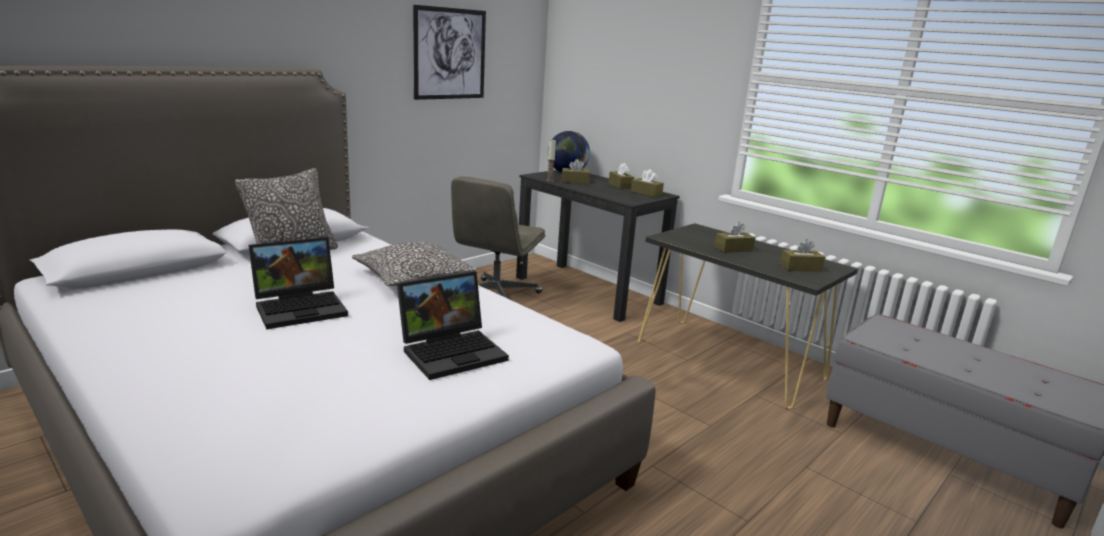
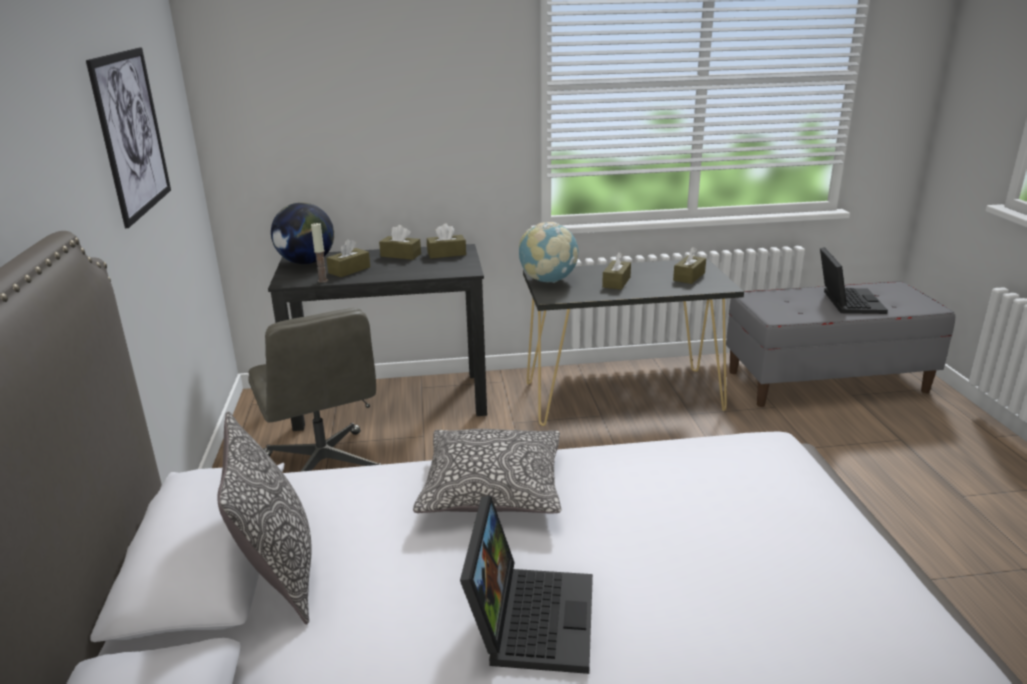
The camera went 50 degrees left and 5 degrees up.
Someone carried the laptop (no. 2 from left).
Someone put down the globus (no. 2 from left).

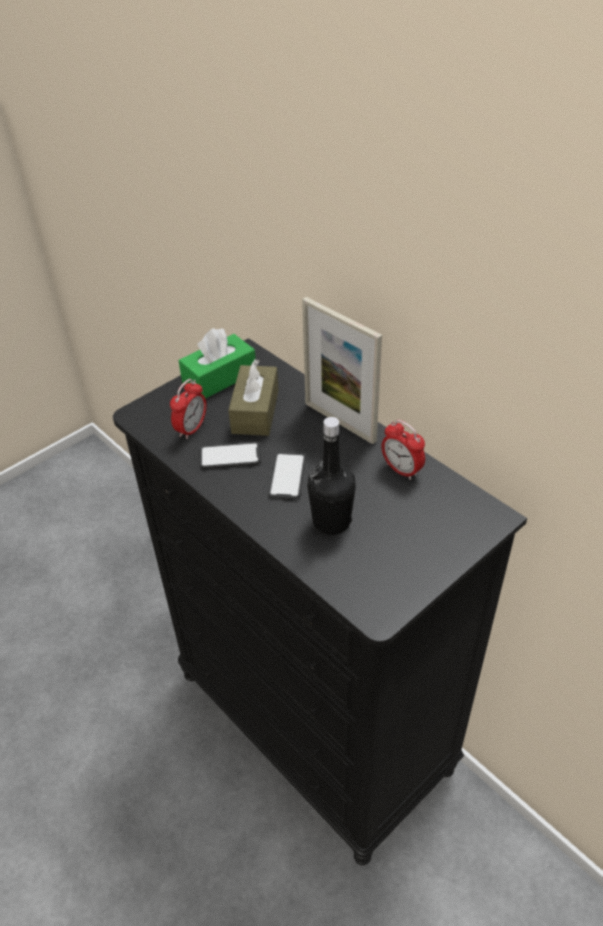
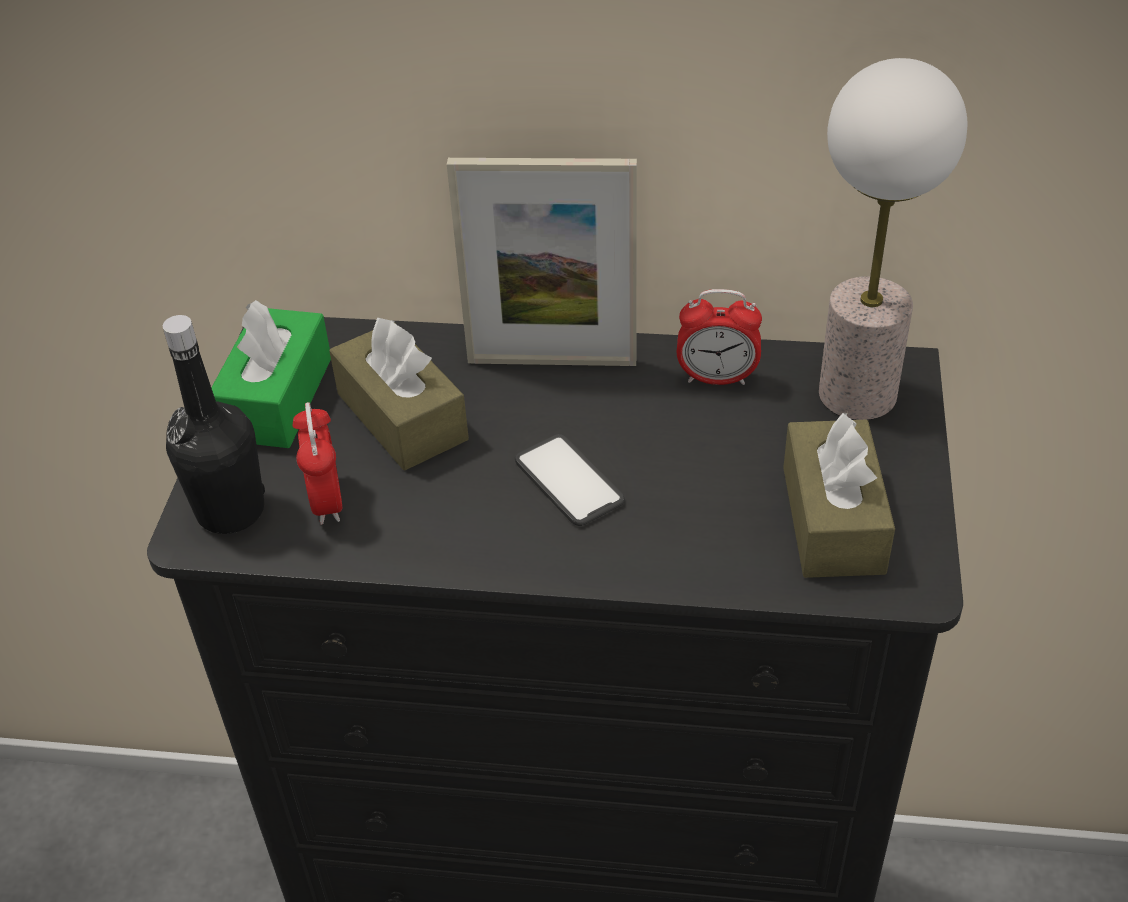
The camera went 40 degrees left and 0 degrees up.
Someone carried the butelka/czarny.
Someone took away the telefon (no. 1 from left).
Someone put down the lampa stołowa.
Someone put down the pudełko chusteczek/brązowy (no. 2 from left).

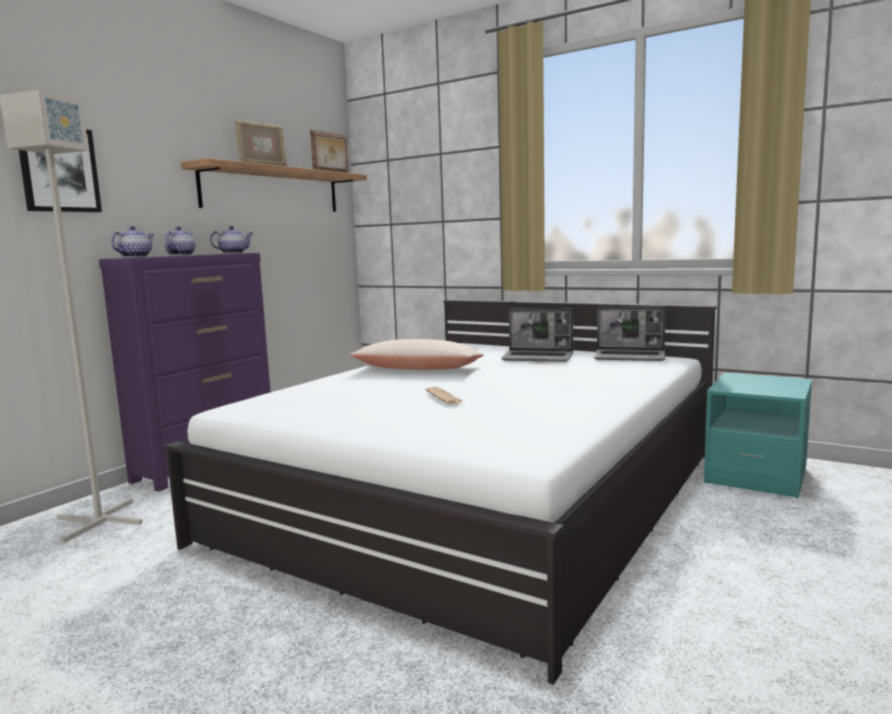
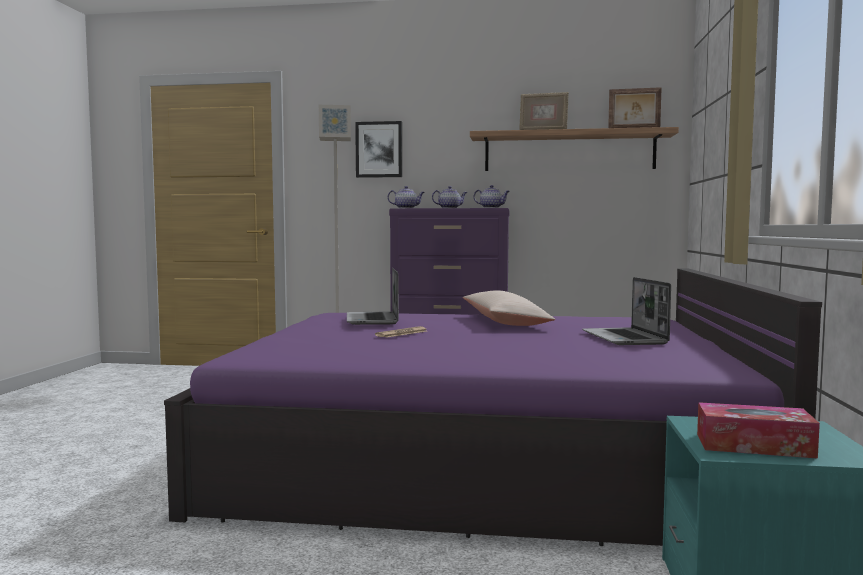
The camera went 65 degrees right and 5 degrees down.
Someone repainted the łóżko/biały, which became the łóżko/fioletowy.
Someone carried the laptop (no. 2 from left in the first image).
Someone put down the pudełko chusteczek.

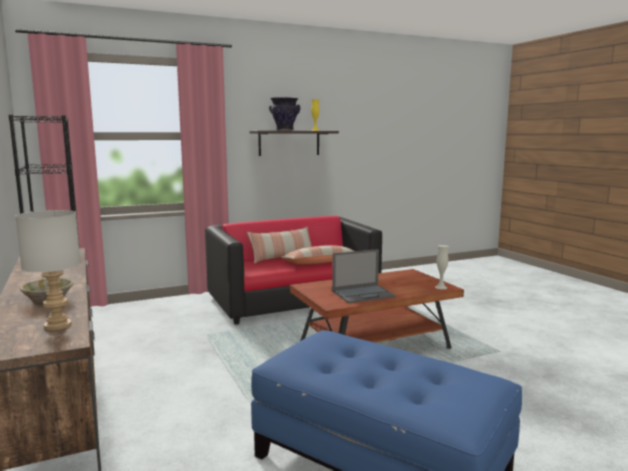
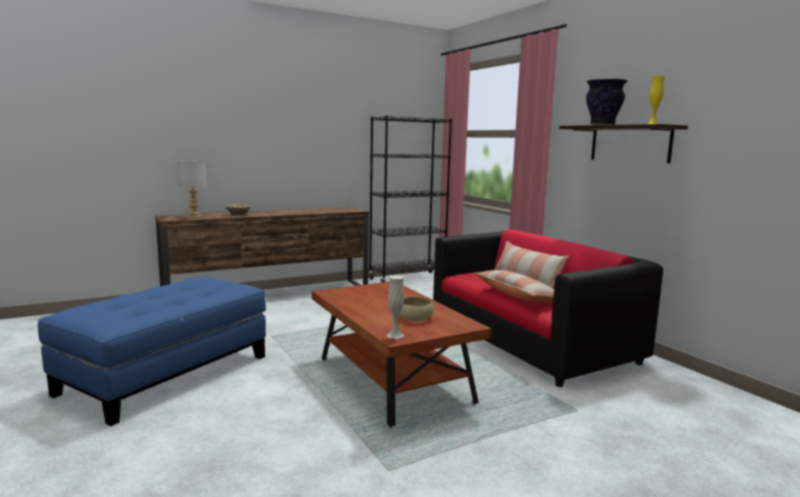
The camera went 85 degrees right and 0 degrees up.
Someone took away the laptop.
Someone put down the miska/beżowy (no. 2 from left).

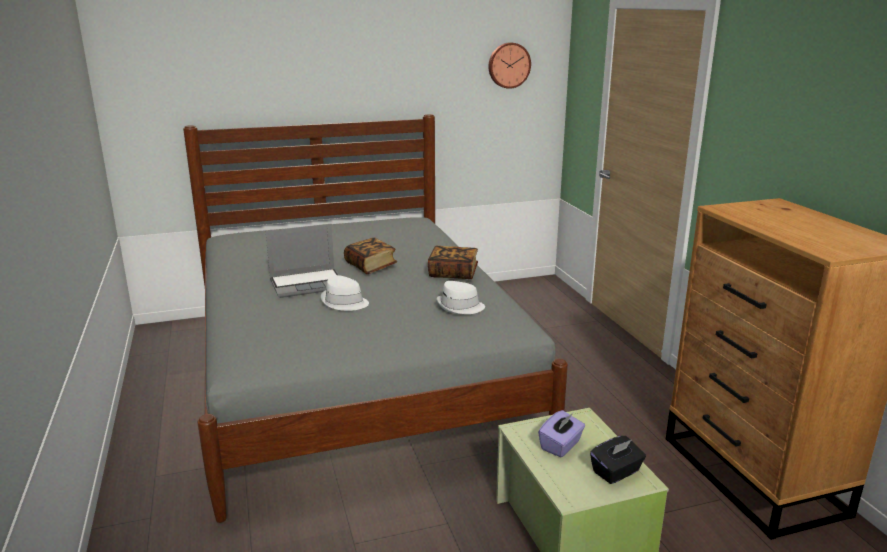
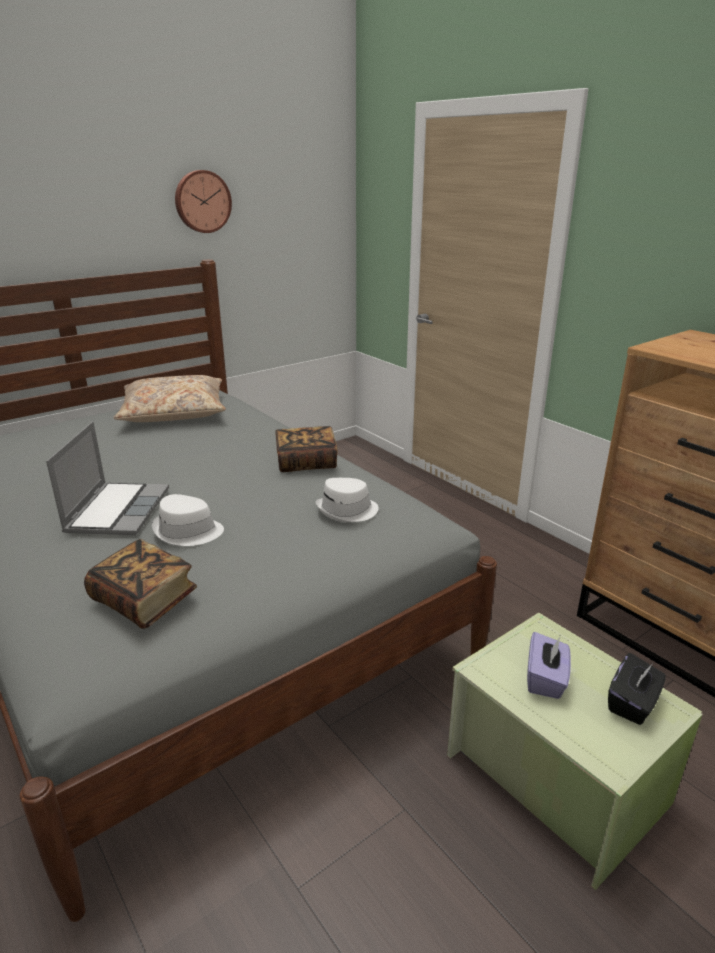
The camera went 20 degrees left and 5 degrees up.
Someone carried the zegar ścienny.
Someone rotated the laptop by 45 degrees counterclockwise.
Someone carried the książka (no. 1 from left).
Someone put down the poduszka/beżowy.

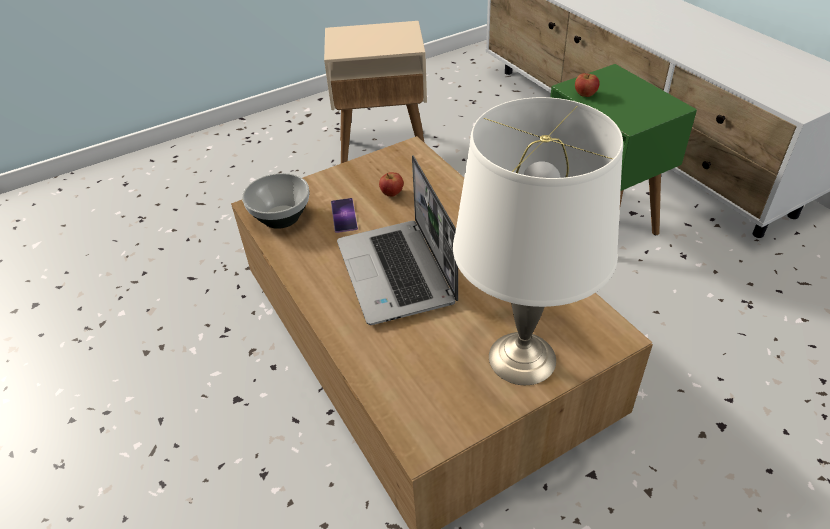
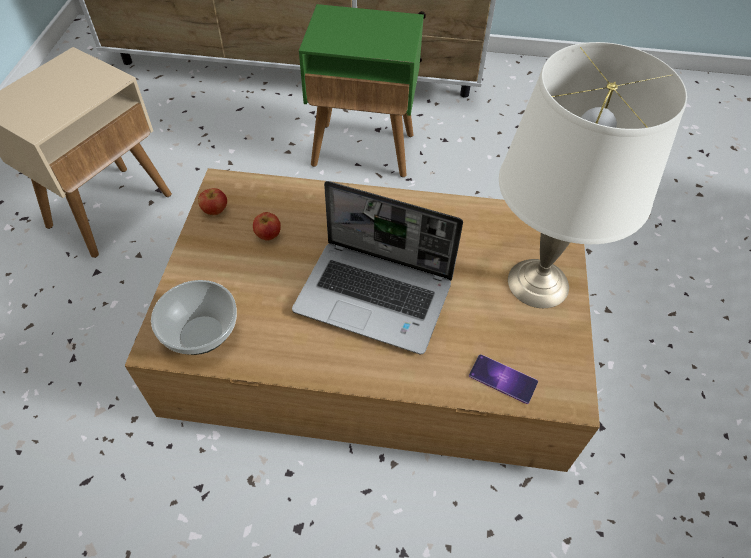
The camera went 55 degrees left and 10 degrees up.
Someone carried the jabłko (no. 2 from left in the first image).
Someone carried the telefon.

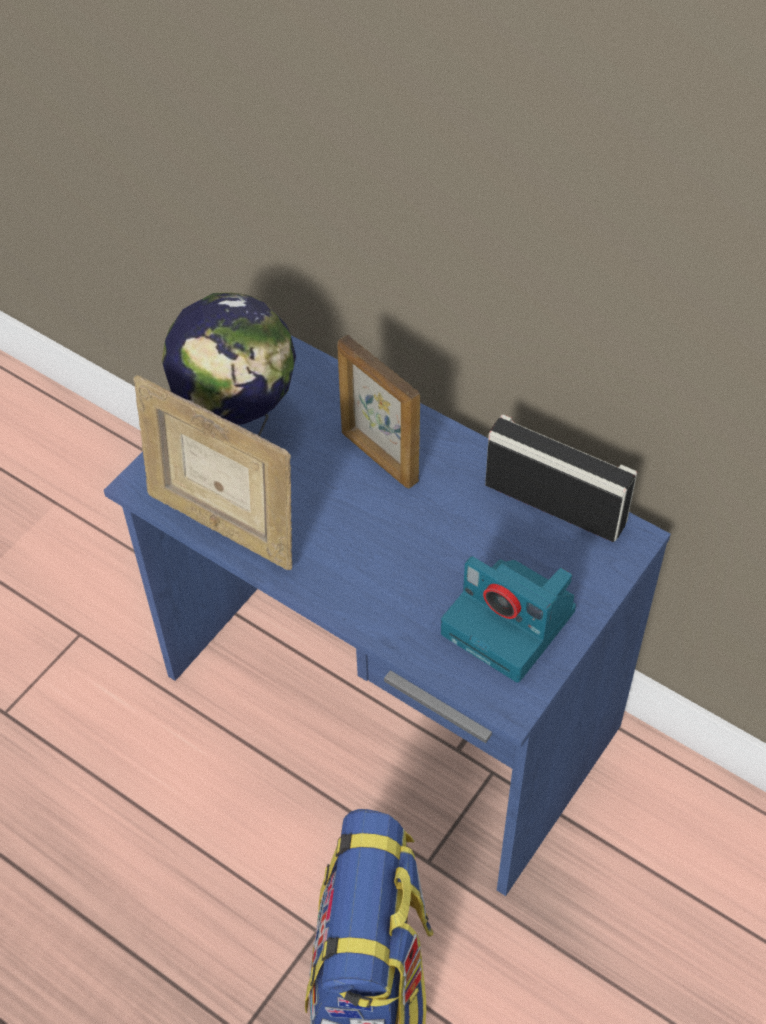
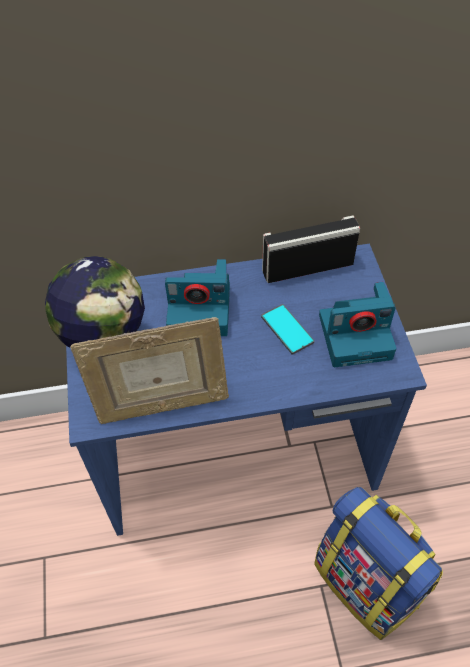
The camera went 45 degrees left and 0 degrees up.
Someone swapped the ramka na zdjęcie (no. 2 from left) for the aparat fotograficzny (no. 1 from left).
Someone put down the telefon.

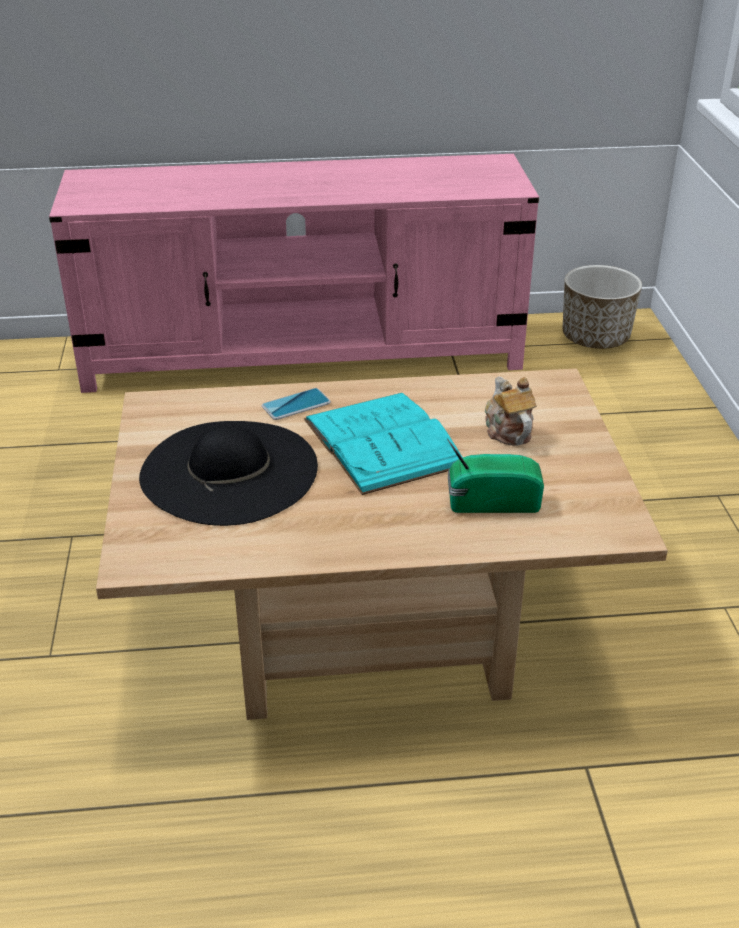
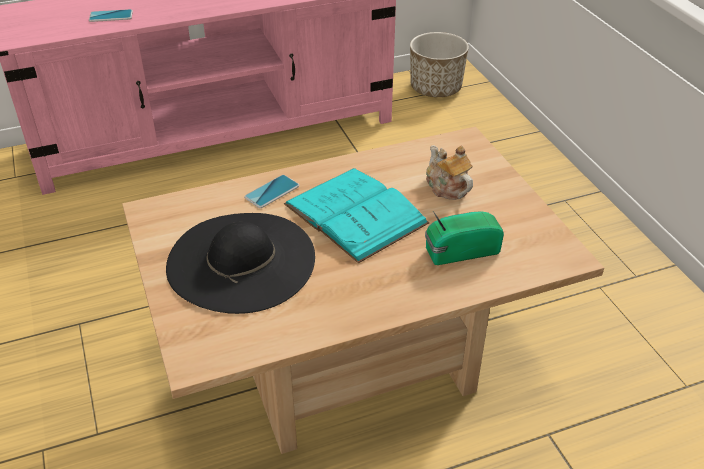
The camera went 15 degrees left and 5 degrees up.
Someone put down the telefon (no. 1 from left).

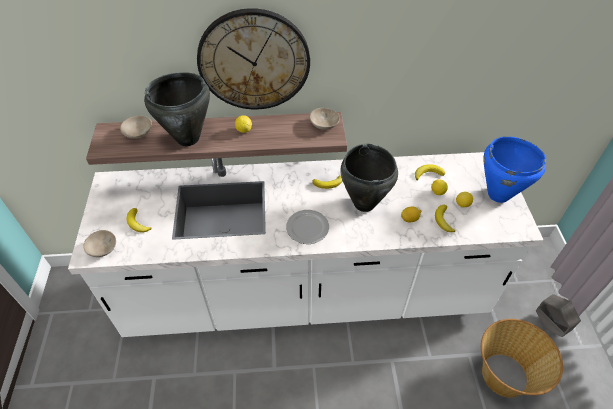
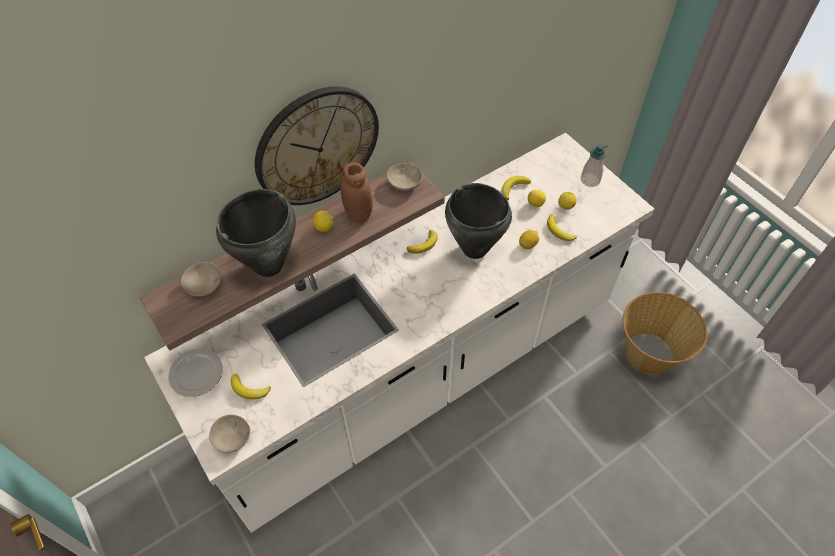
The camera went 30 degrees left and 5 degrees up.
Someone swapped the garnek/niebieski for the dozownik mydła.
Someone carried the talerz.
Someone took away the donica/szary.
Someone put down the słoik/brązowy.

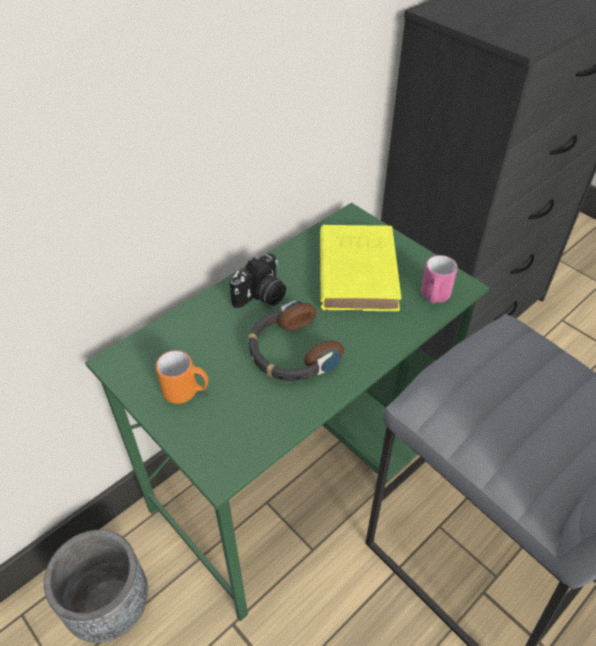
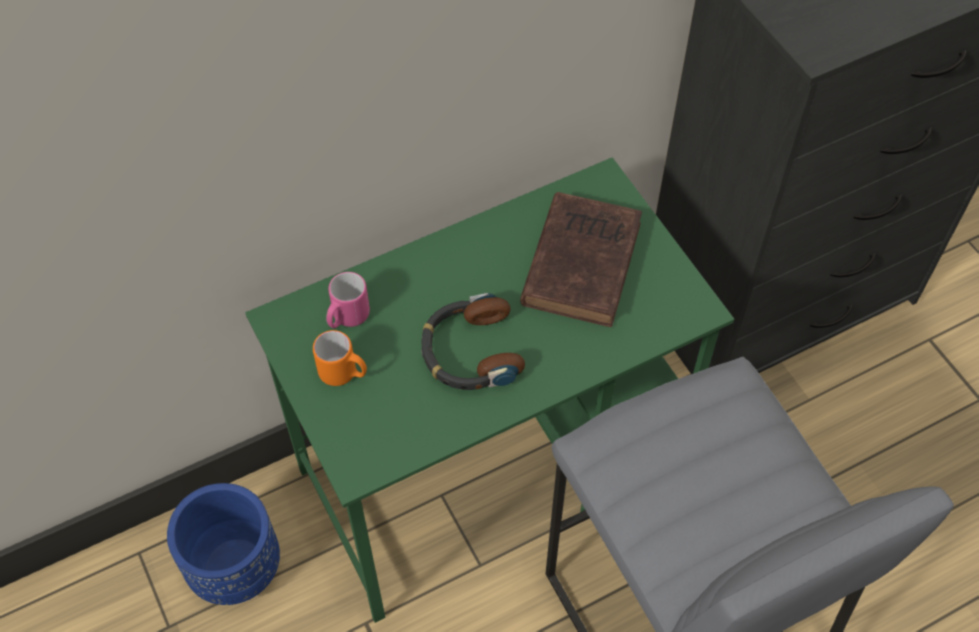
The camera went 15 degrees right and 10 degrees up.
Someone repainted the książka/żółty, which became the książka/brązowy.
Someone took away the aparat fotograficzny.
Someone carried the kubek/różowy.
Someone repainted the donica/szary, which became the donica/niebieski.

